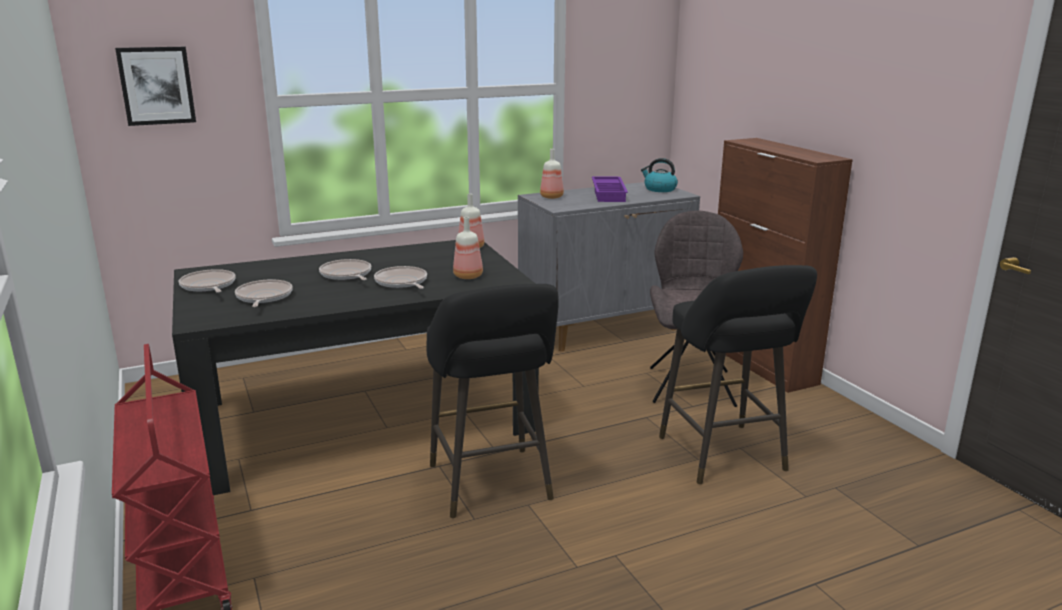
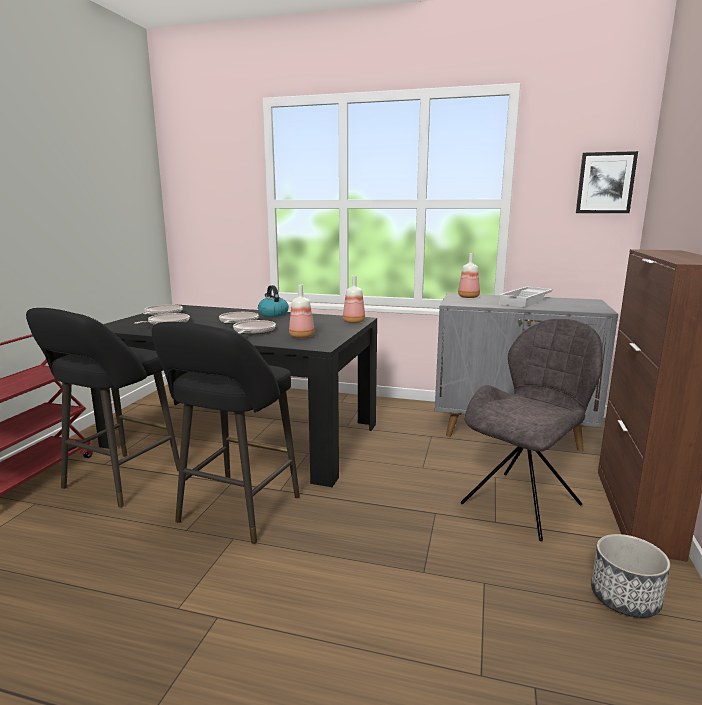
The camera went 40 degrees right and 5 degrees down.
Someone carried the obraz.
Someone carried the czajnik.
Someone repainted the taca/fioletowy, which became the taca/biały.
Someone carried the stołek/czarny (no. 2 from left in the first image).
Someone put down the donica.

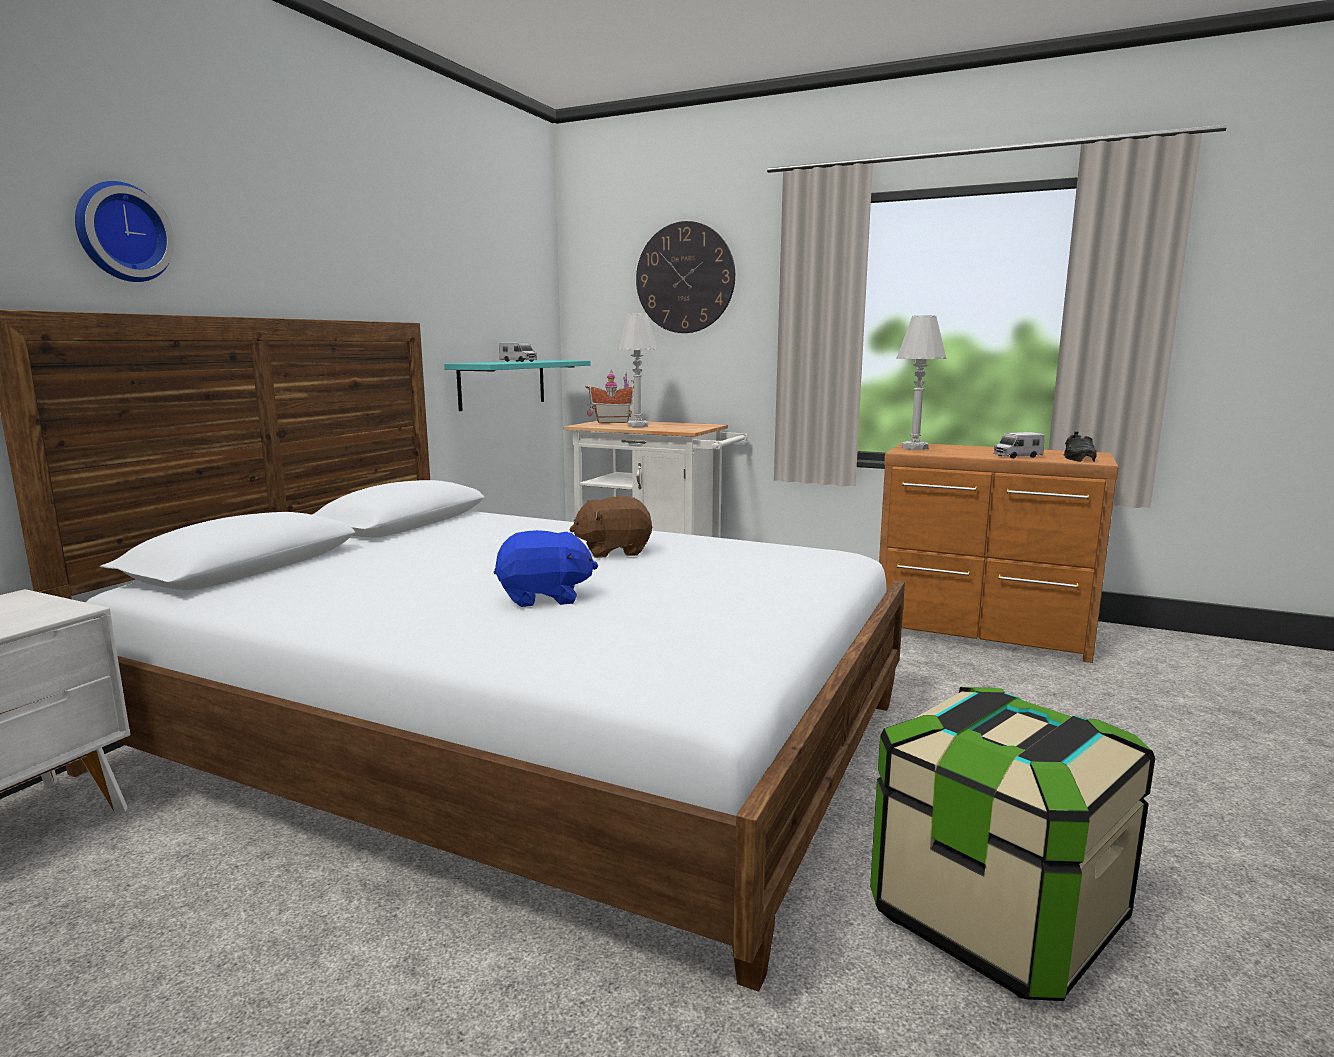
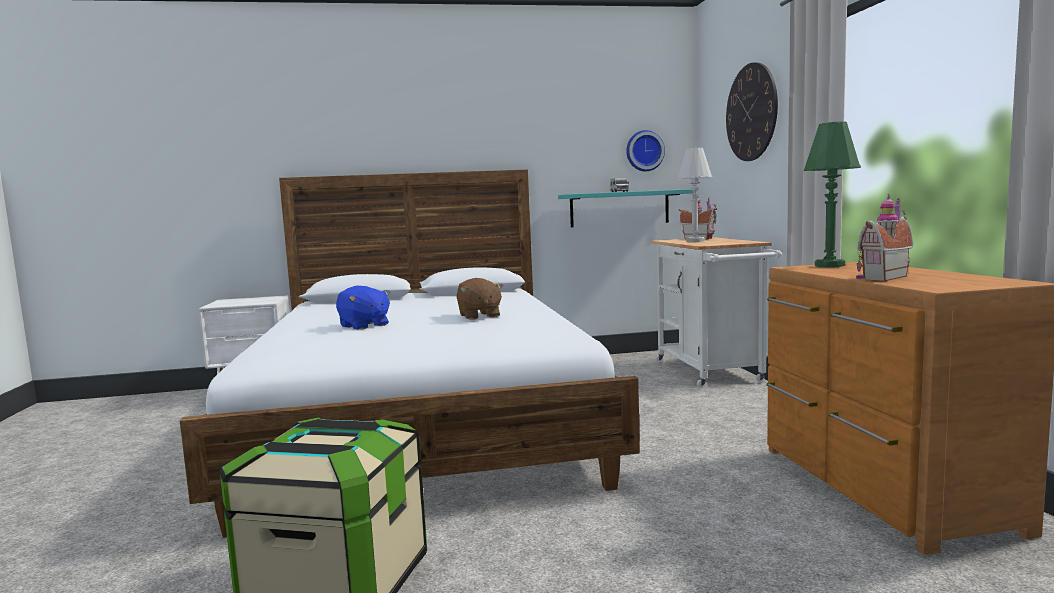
The camera went 55 degrees right and 5 degrees down.
Someone carried the zegar ścienny (no. 1 from left).
Someone repainted the lampa stołowa/biały (no. 2 from left), which became the lampa stołowa/zielony.
Someone took away the but/czarny.
Someone swapped the ciężarówka zabawkowa (no. 2 from left) for the domek (no. 2 from left).
Someone rotated the pluszak/brązowy by 150 degrees counterclockwise.

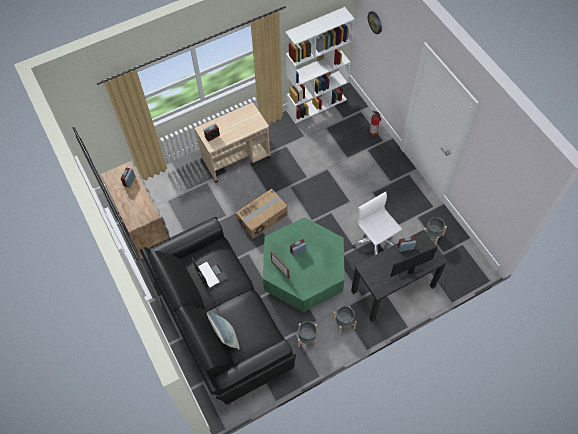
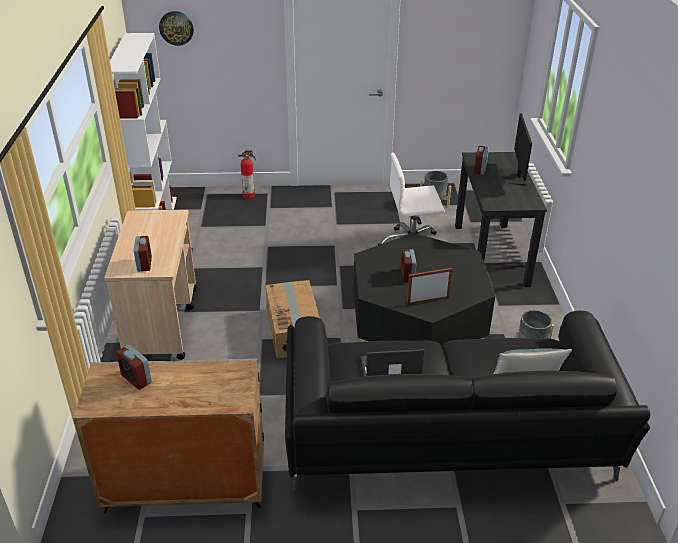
The camera went 65 degrees left and 25 degrees down.
Someone repainted the ława/zielony, which became the ława/czarny.
Someone took away the donica/szary (no. 2 from left).

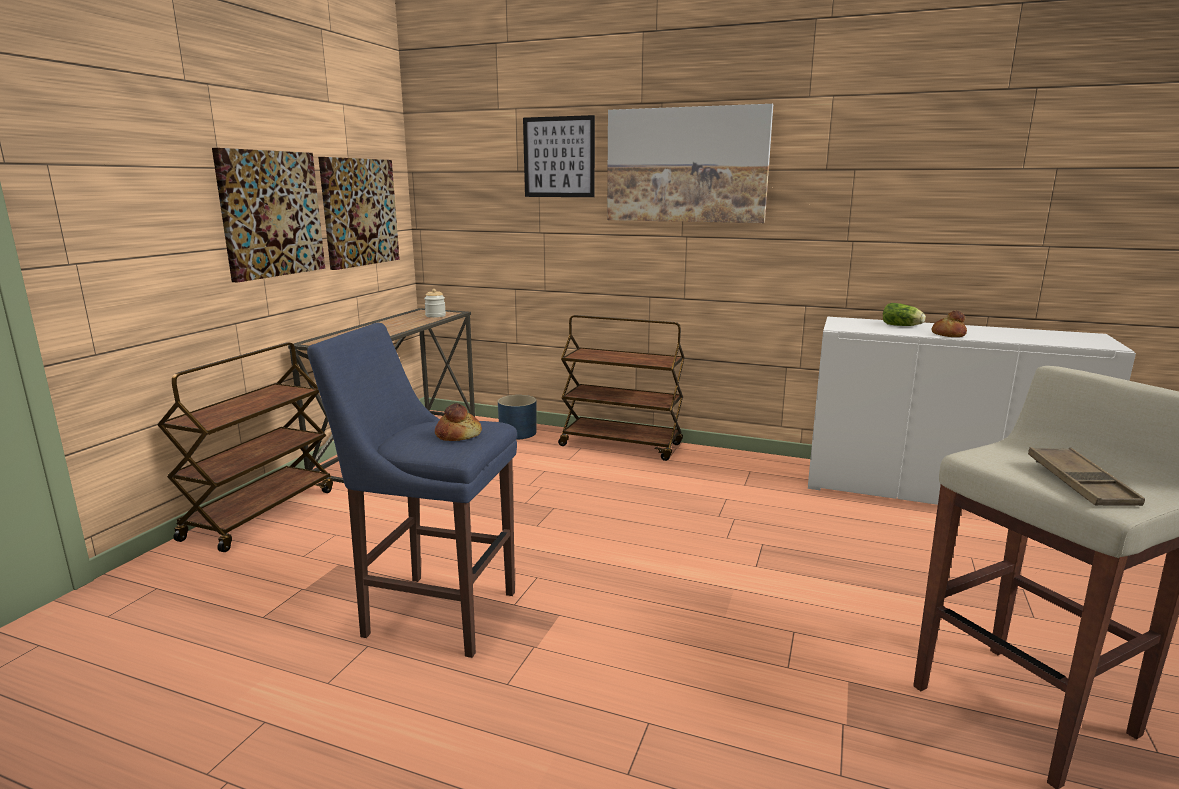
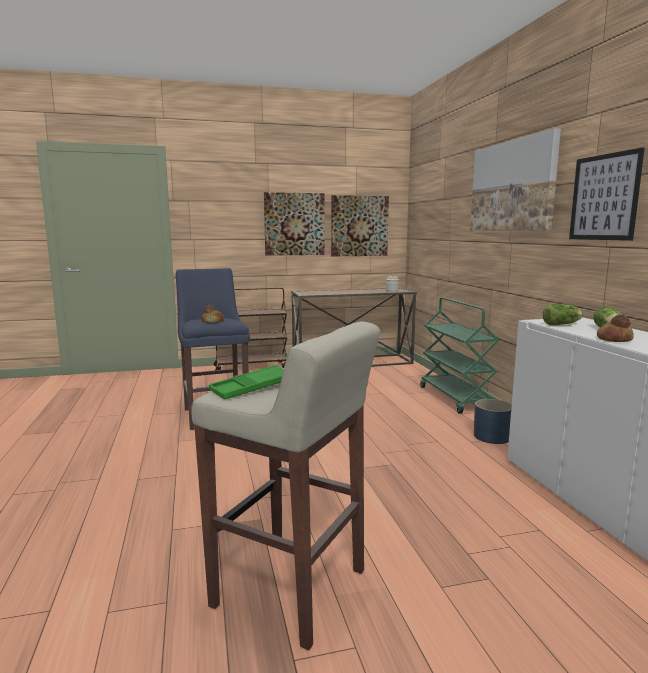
The camera went 55 degrees right and 5 degrees down.
Someone carried the obraz (no. 3 from left in the first image).
Someone repainted the wózek/brązowy (no. 2 from left), which became the wózek/zielony.
Someone carried the donica/niebieski.
Someone repainted the taca/brązowy, which became the taca/zielony.
Someone put down the sałata (no. 1 from left).

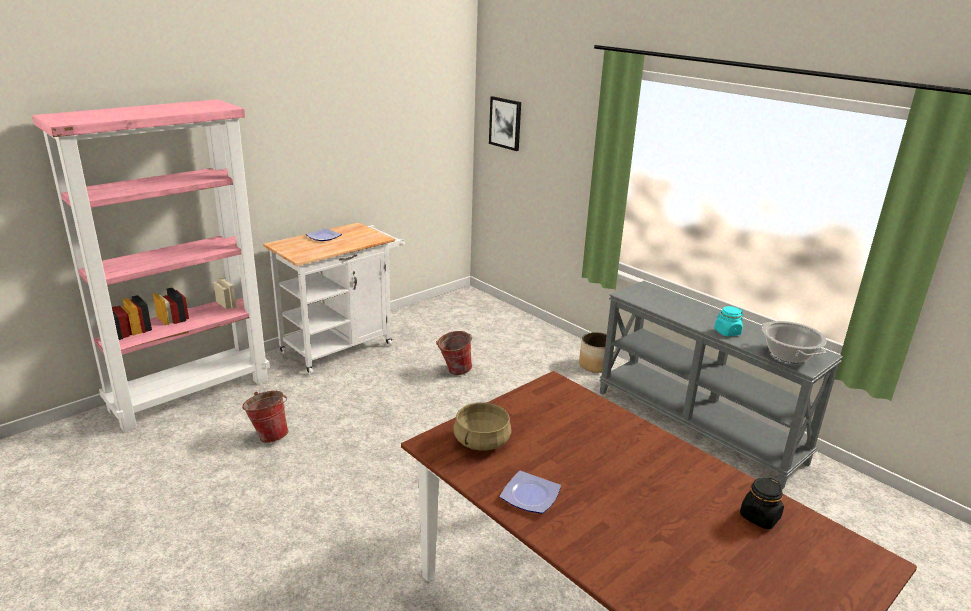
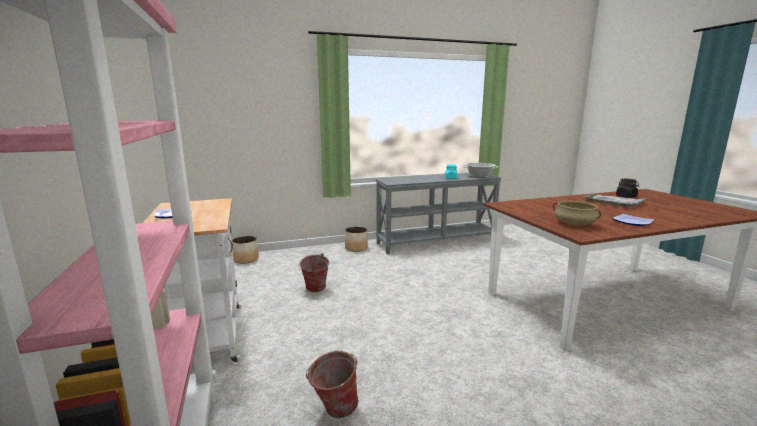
The camera went 65 degrees left and 10 degrees down.
Someone took away the obraz.
Someone put down the taca/szary.
Someone put down the donica (no. 1 from left).

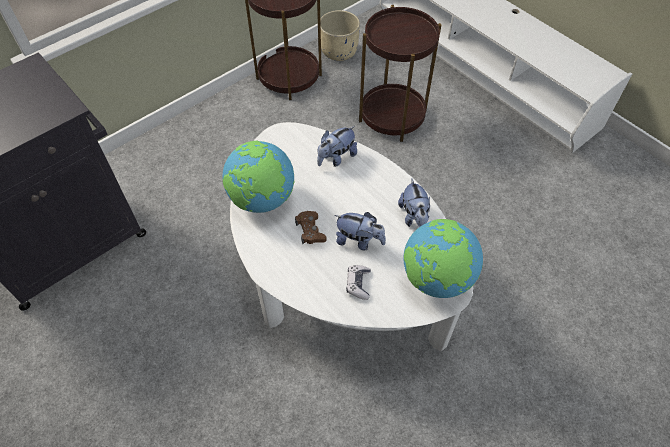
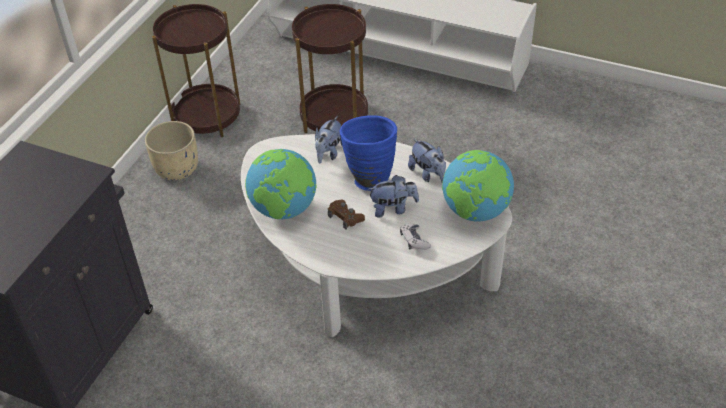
The camera went 25 degrees left and 10 degrees down.
Someone carried the donica/beżowy.
Someone put down the wazon/niebieski.

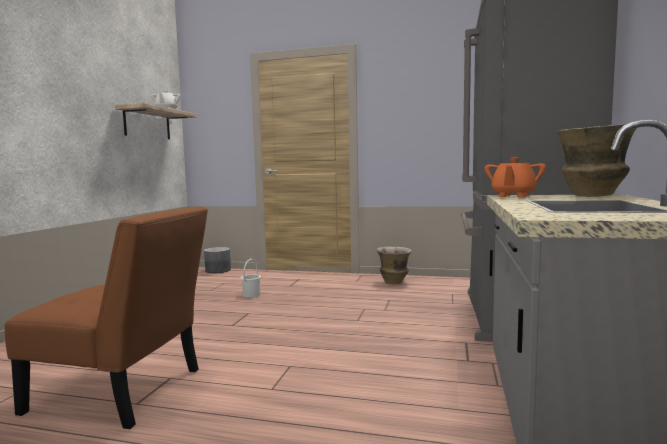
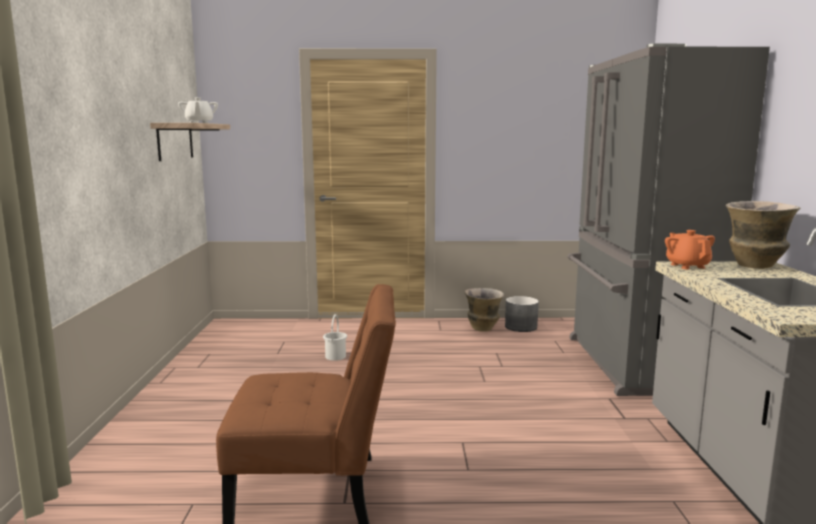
The camera went 15 degrees left and 5 degrees up.
Someone rotated the imbryk/pomarańczowy by 150 degrees clockwise.
Someone carried the donica/szary.

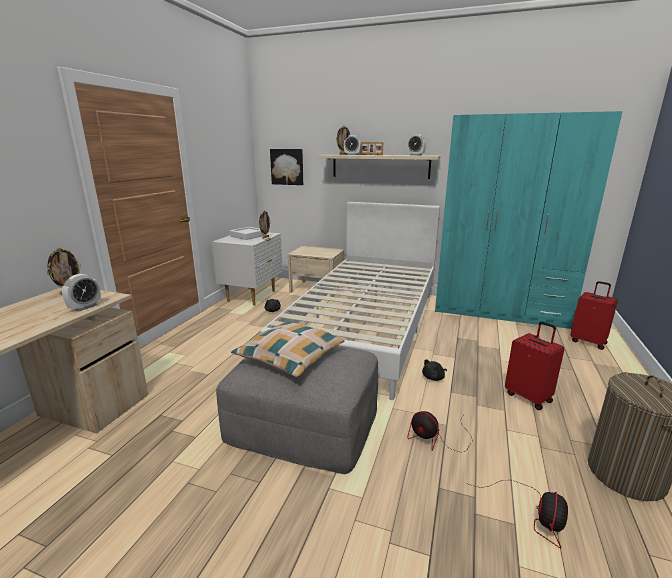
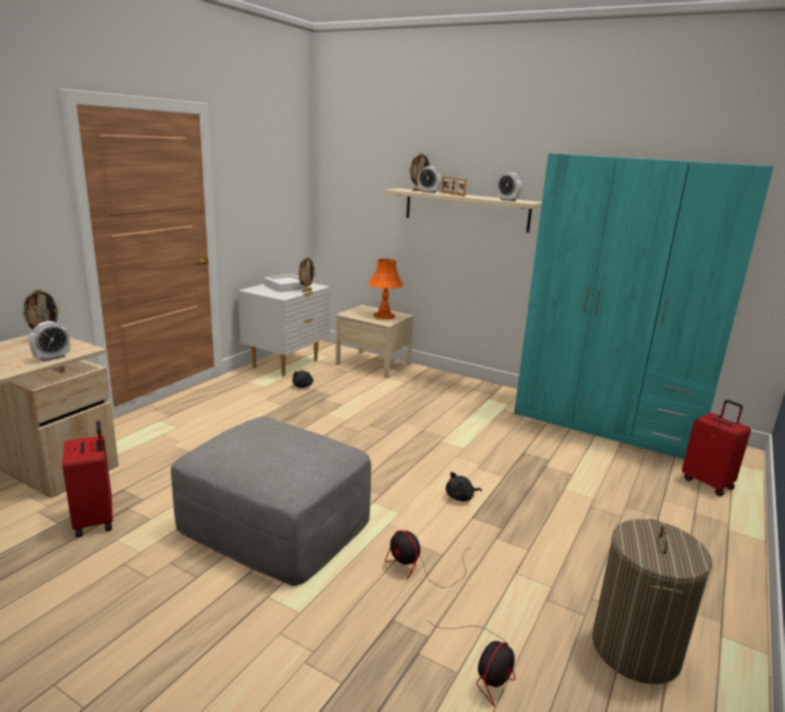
The camera went 10 degrees right and 0 degrees up.
Someone took away the obraz.
Someone took away the łóżko/biały.
Someone carried the walizka/czerwony (no. 1 from left).
Someone took away the poduszka.
Someone put down the lampa stołowa/pomarańczowy.

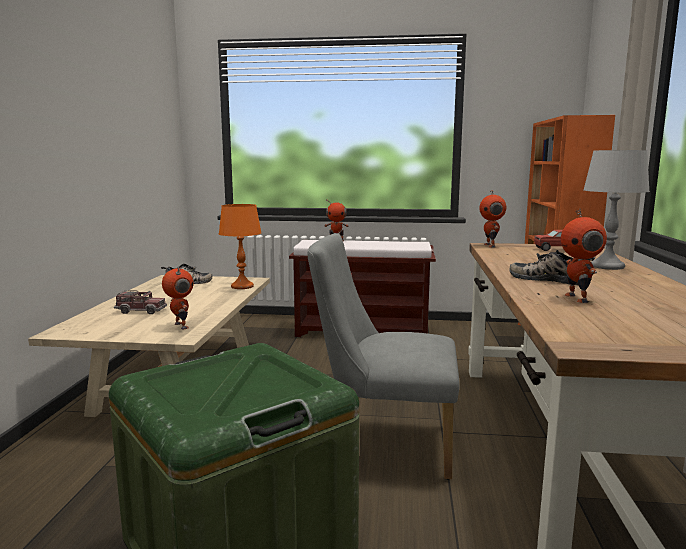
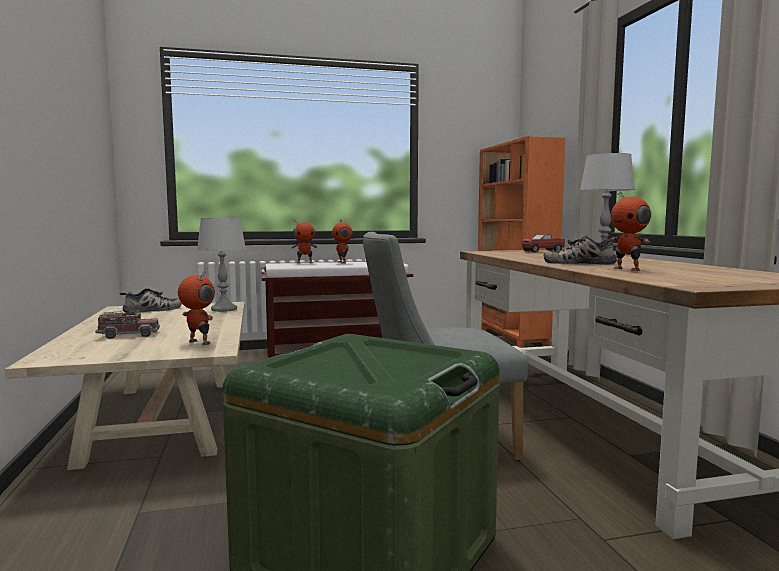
The camera went 20 degrees left and 5 degrees down.
Someone carried the robot zabawkowy (no. 3 from left).
Someone repainted the lampa stołowa/pomarańczowy, which became the lampa stołowa/szary (no. 1 from left).

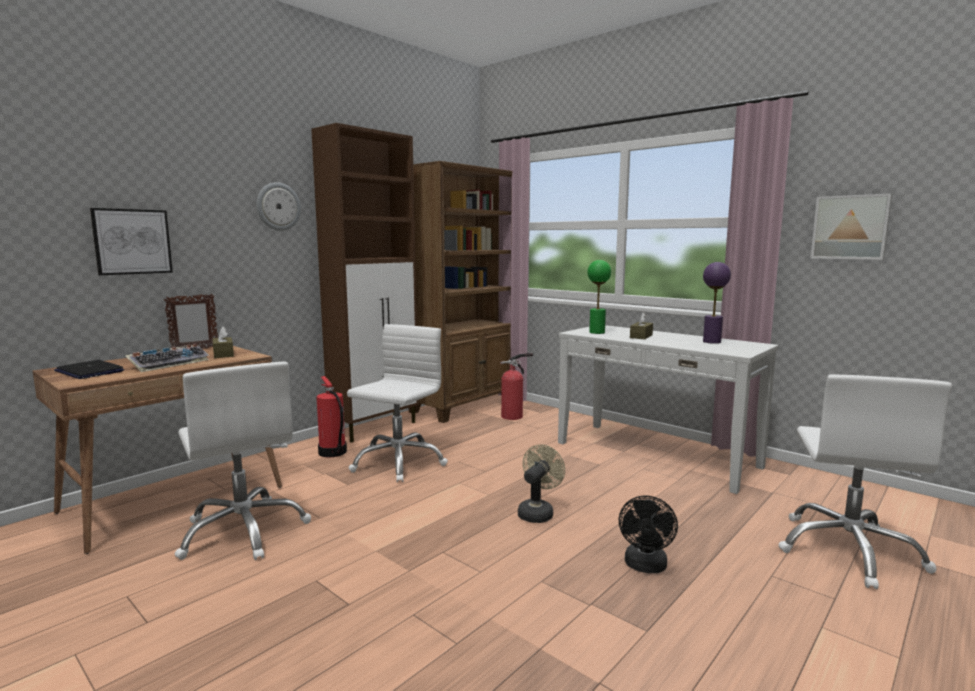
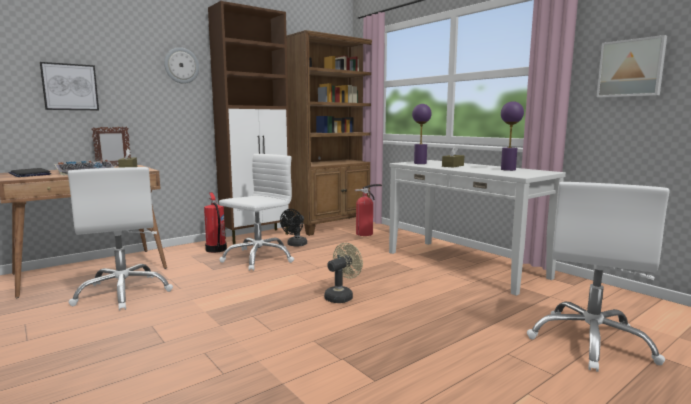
The camera went 10 degrees right and 0 degrees up.
Someone repainted the lampa stołowa/zielony, which became the lampa stołowa/fioletowy (no. 1 from left).
Someone carried the wentylator/czarny.

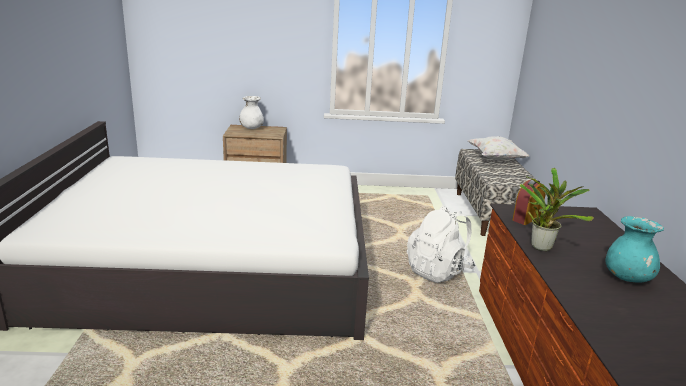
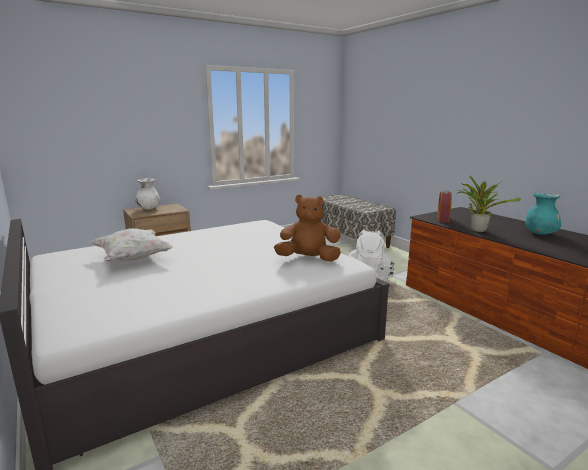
The camera went 30 degrees left and 5 degrees down.
Someone carried the poduszka/biały.
Someone put down the pluszak/brązowy.

